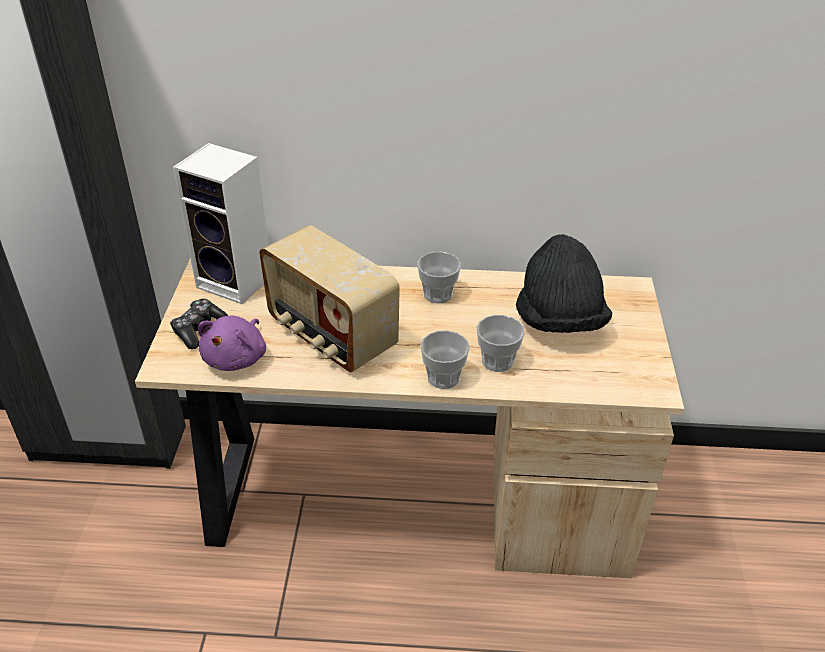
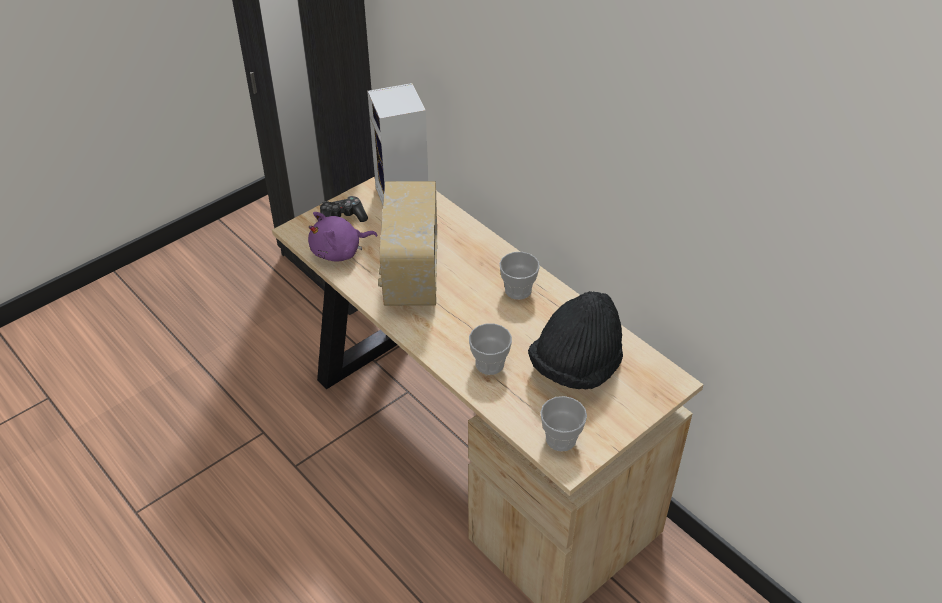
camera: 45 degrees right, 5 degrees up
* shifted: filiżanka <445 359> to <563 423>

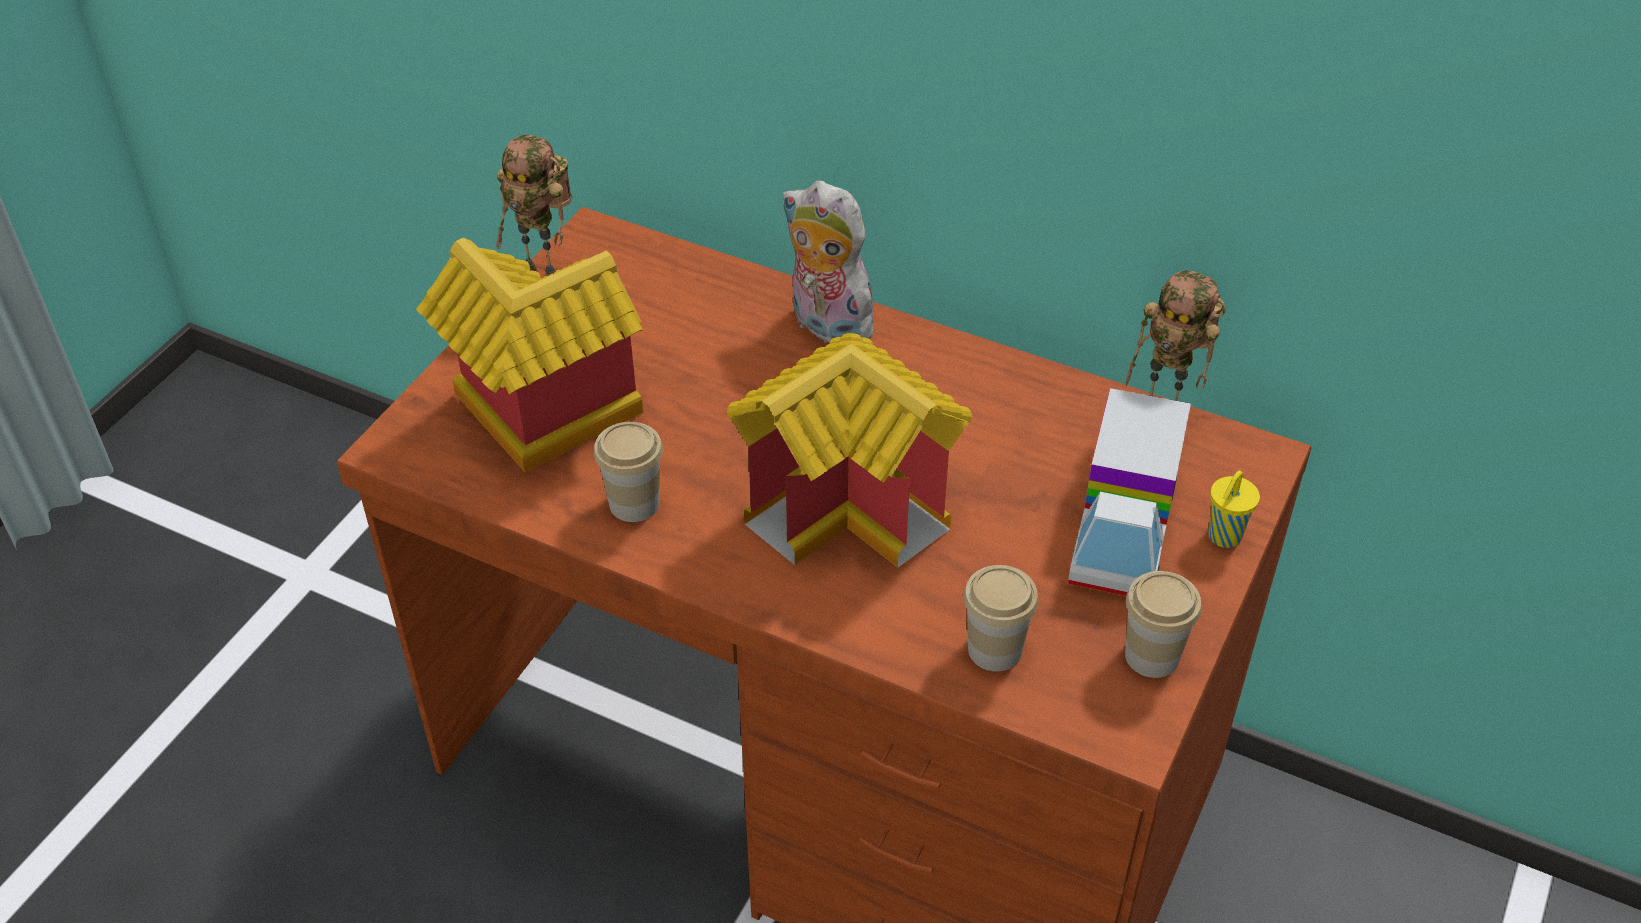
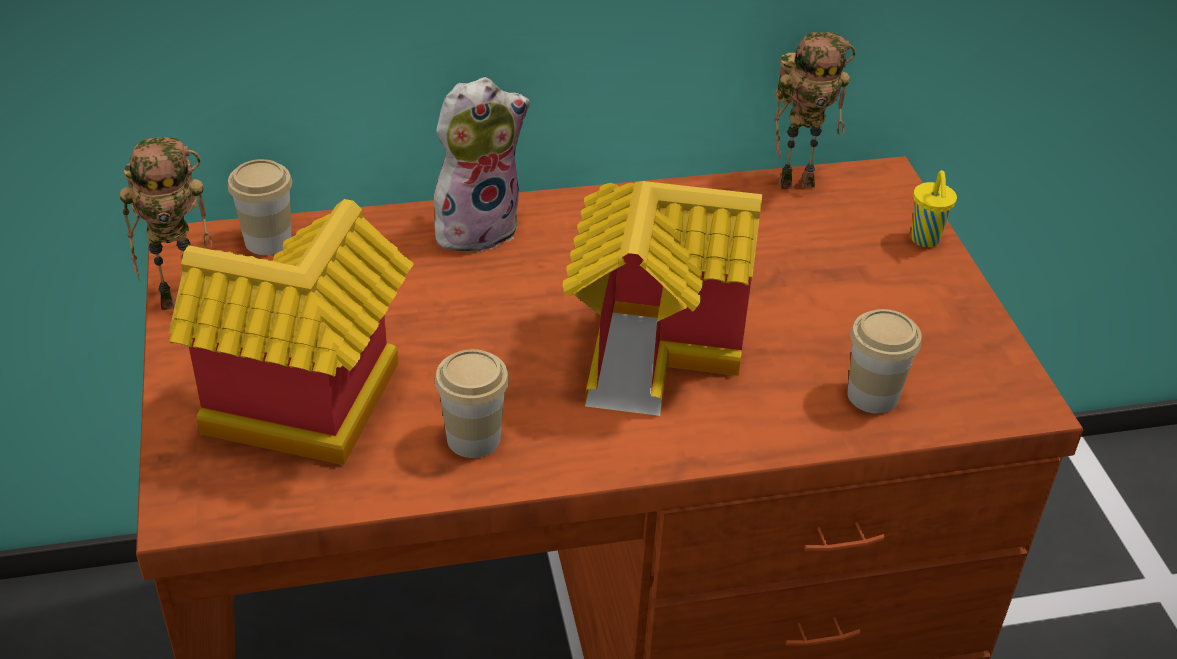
camera: 40 degrees left, 5 degrees down
* rotated: pluszak <833 264> = <482 166> 150 degrees clockwise
* gone: ciężarówka zabawkowa <1129 492>
* shifted: filiżanka <1163 624> to <260 207>

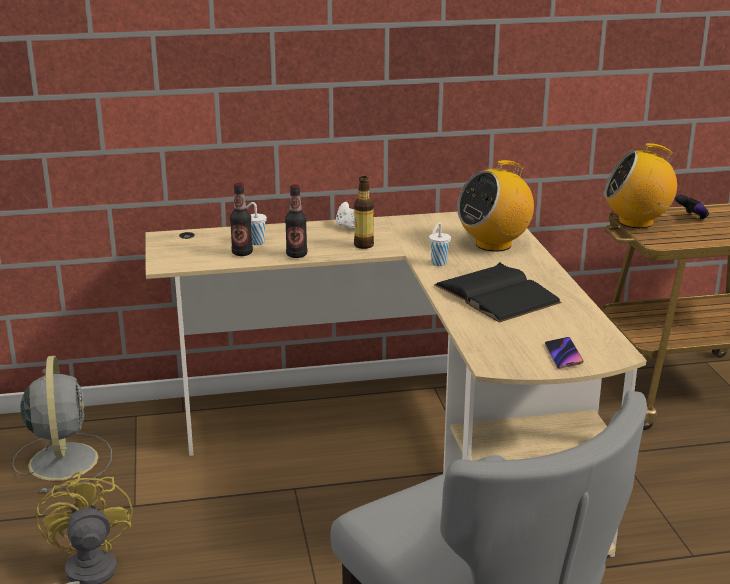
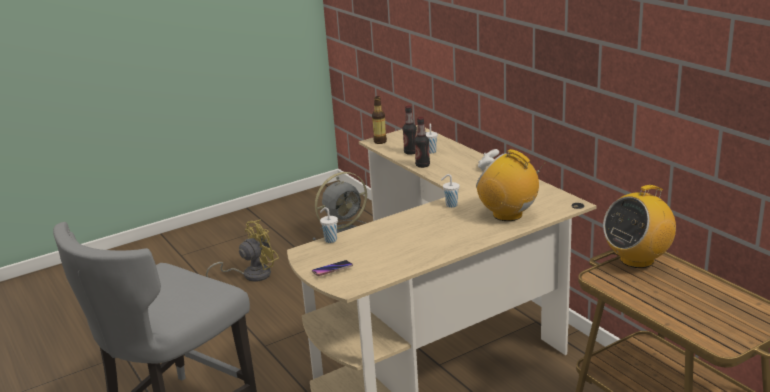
camera: 70 degrees right, 0 degrees up
* rotated: radio <641 185> = <639 226> 105 degrees counterclockwise
* shifted: butelka <364 212> to <379 120>
* gone: pad do gier <692 207>
* gone: książka (czarny) <498 292>
* new: filiżanka (biały) <329 225>

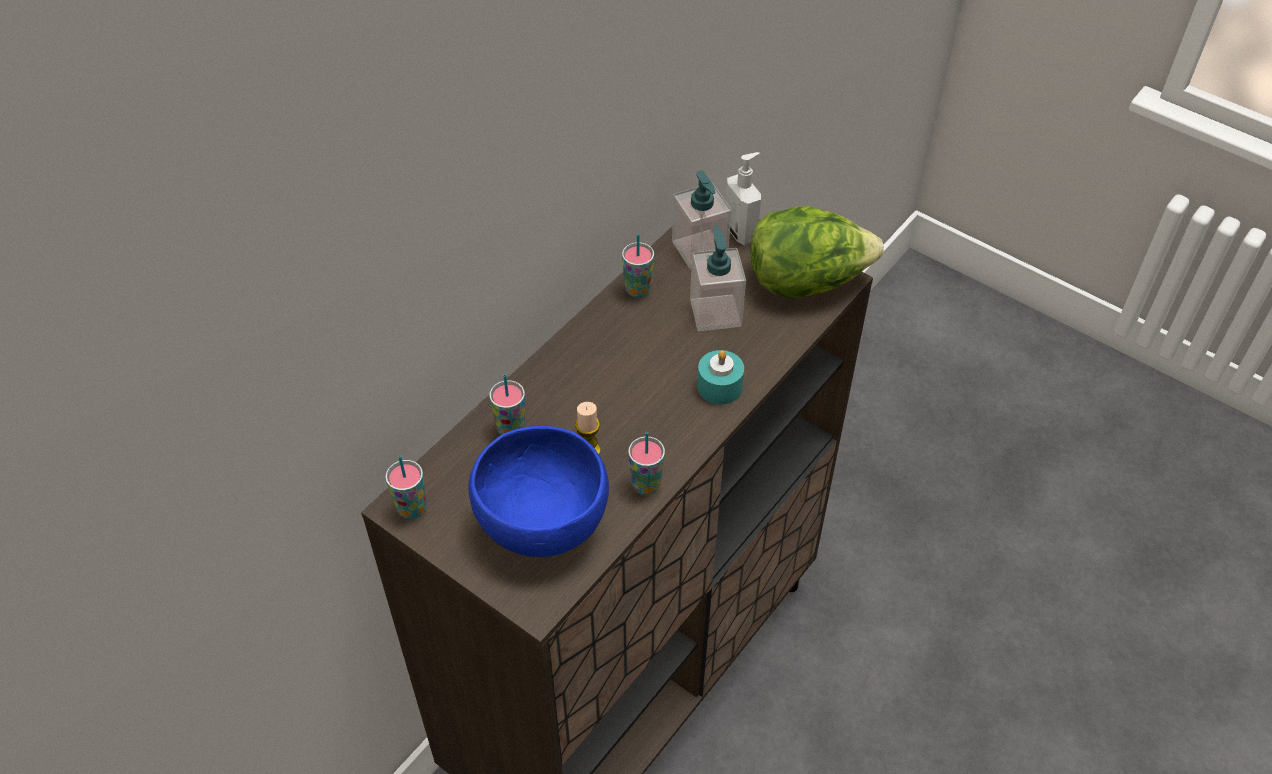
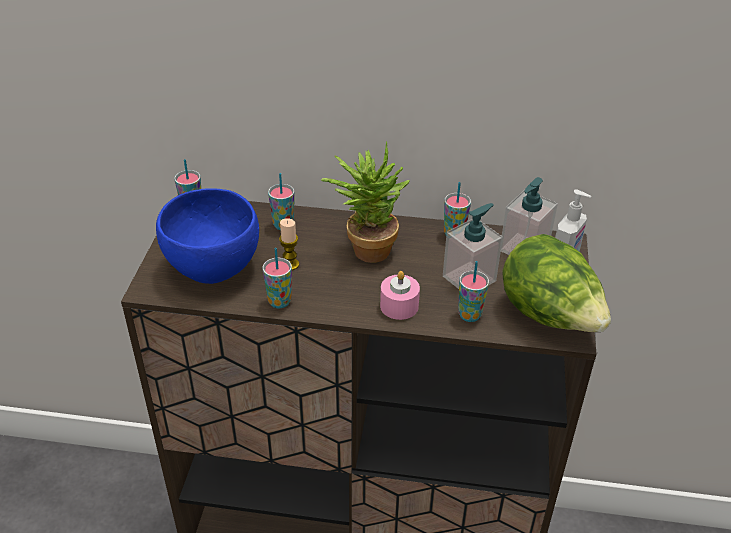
camera: 60 degrees right, 10 degrees down
* repainted: świeca (turkusowy) <720 377> to świeca (różowy) <400 295>
* new: roślina doniczkowa <365 202>
* new: filiżanka <473 291>

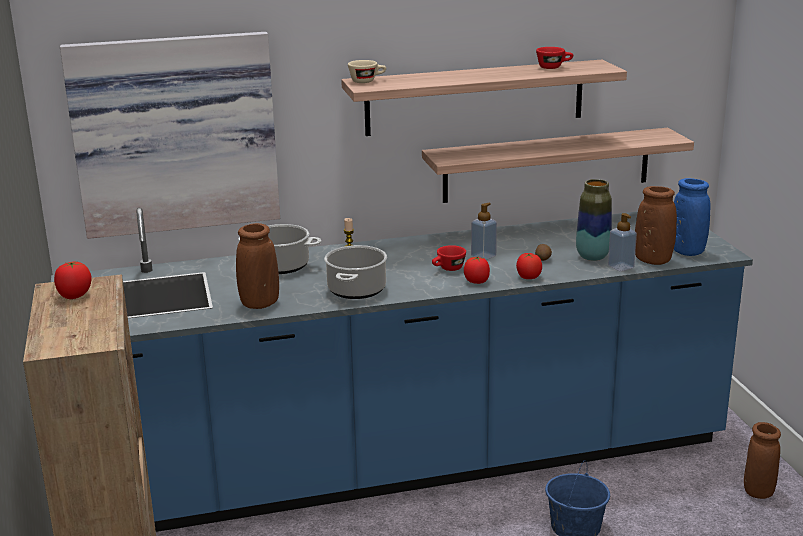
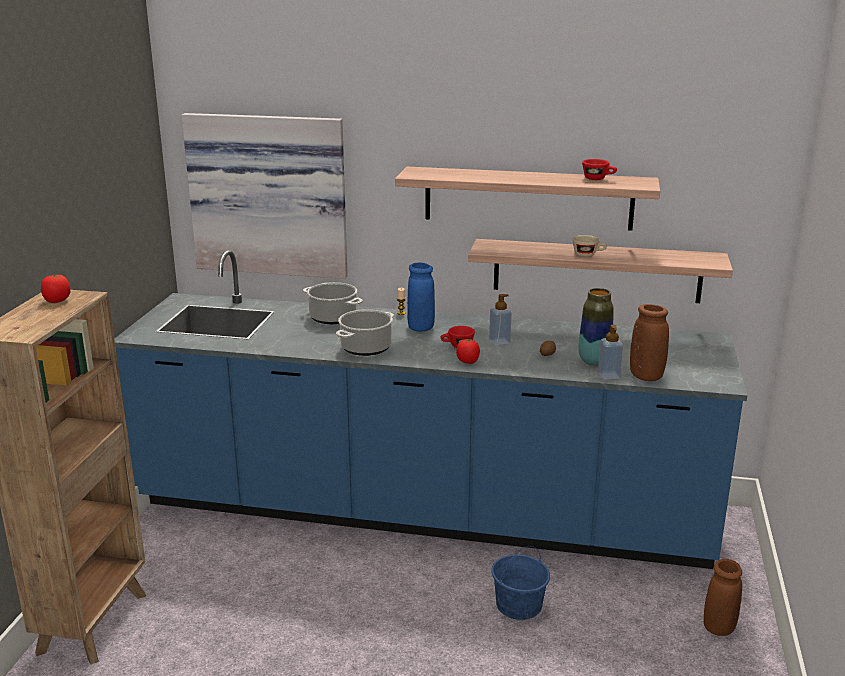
camera: 25 degrees right, 0 degrees up
* shifted: filiżanka (beżowy) <367 71> to <589 246>
* shifted: wazon (niebieski) <692 217> to <421 297>
* gone: wazon (brązowy) <257 266>
* gone: pomidor <529 266>

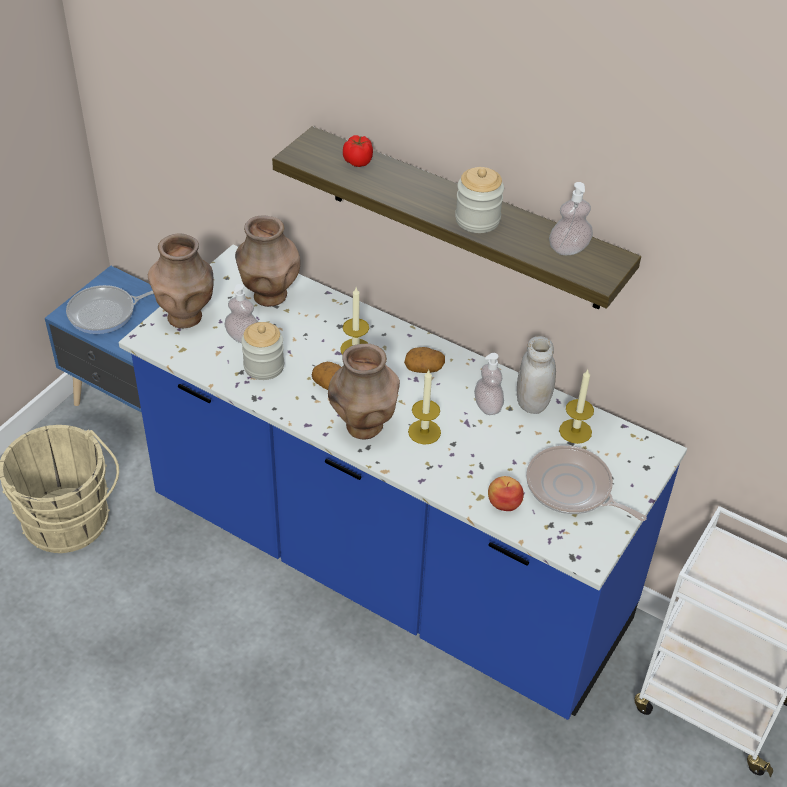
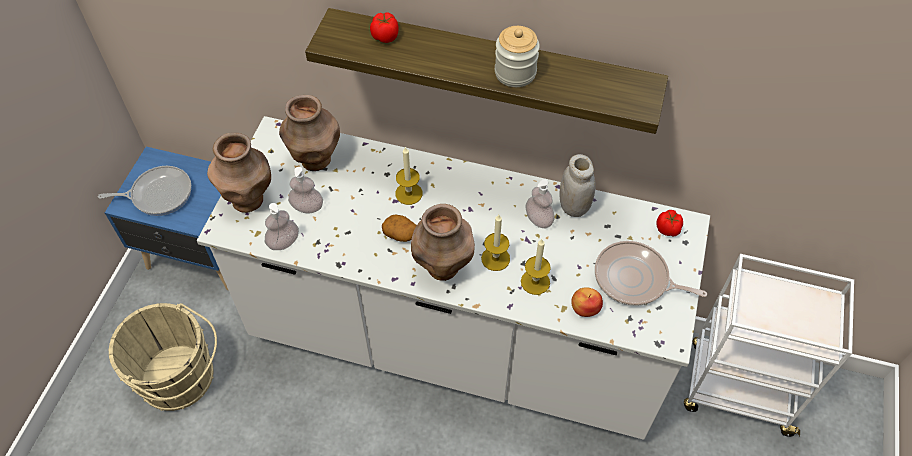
camera: 15 degrees left, 10 degrees up
* shifted: dozownik mydła <571 218> to <282 226>
* repainted: zabudowa kuchenna (niebieski) <403 482> to zabudowa kuchenna (biały) <453 278>
* rotated: patelnia <110 309> = <144 191> 150 degrees counterclockwise
* gone: słoik <262 351>
* gone: ziemniak <424 360>
* shifted: świeca <576 407> to <536 267>
* new: pomidor <669 223>

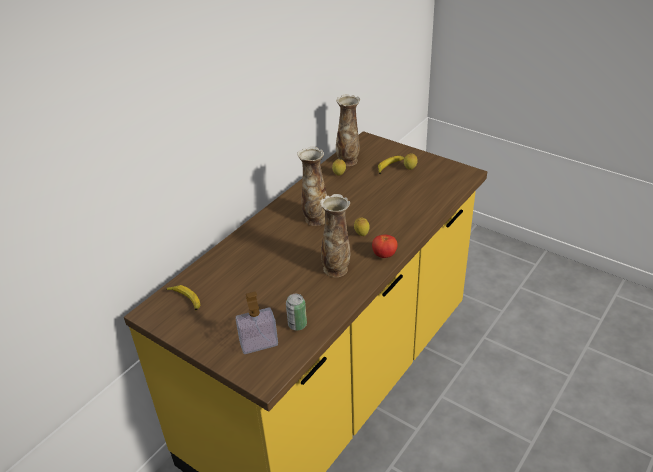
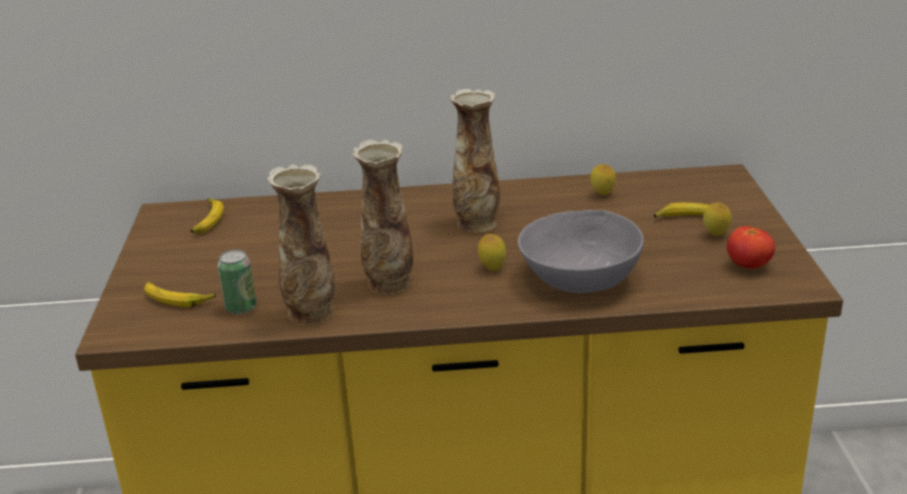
camera: 50 degrees right, 10 degrees down
* shifted: wazon <348 130> to <301 244>
* shifted: pomidor <385 246> to <751 247>
* swapped: dozownik mydła <257 322> to banan <180 294>
* new: miska (szary) <581 251>

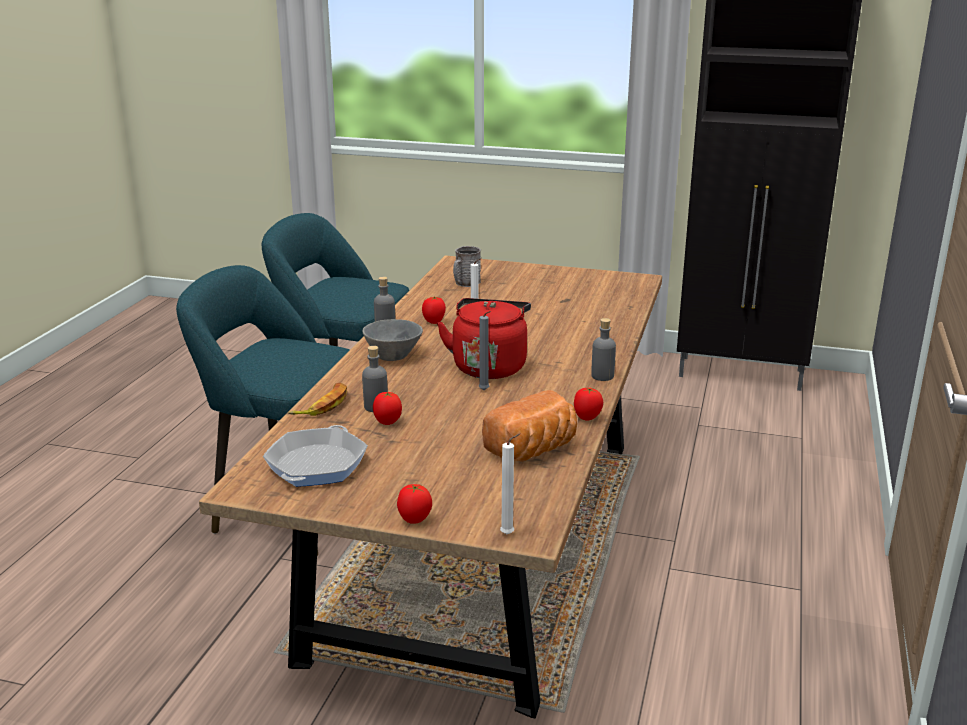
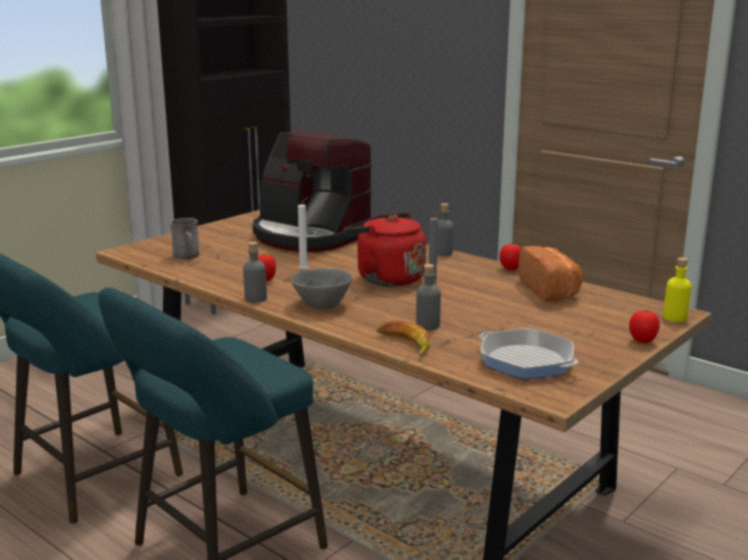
camera: 65 degrees left, 5 degrees down
* gone: pomidor <387 408>
* swapped: świeca (biały) <510 483> to butelka (żółty) <677 289>
* new: ekspres do kawy <312 191>

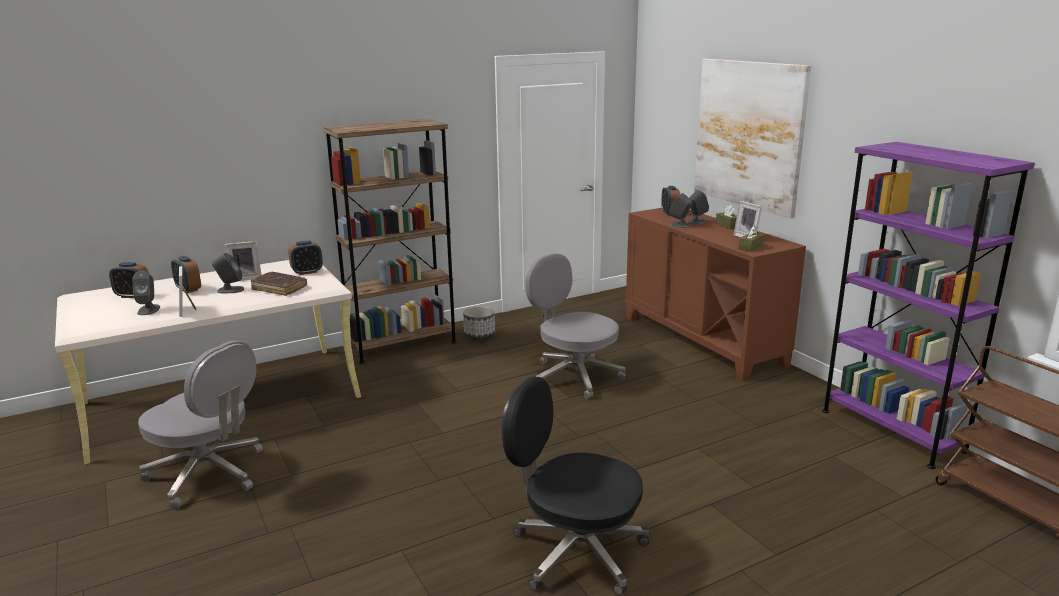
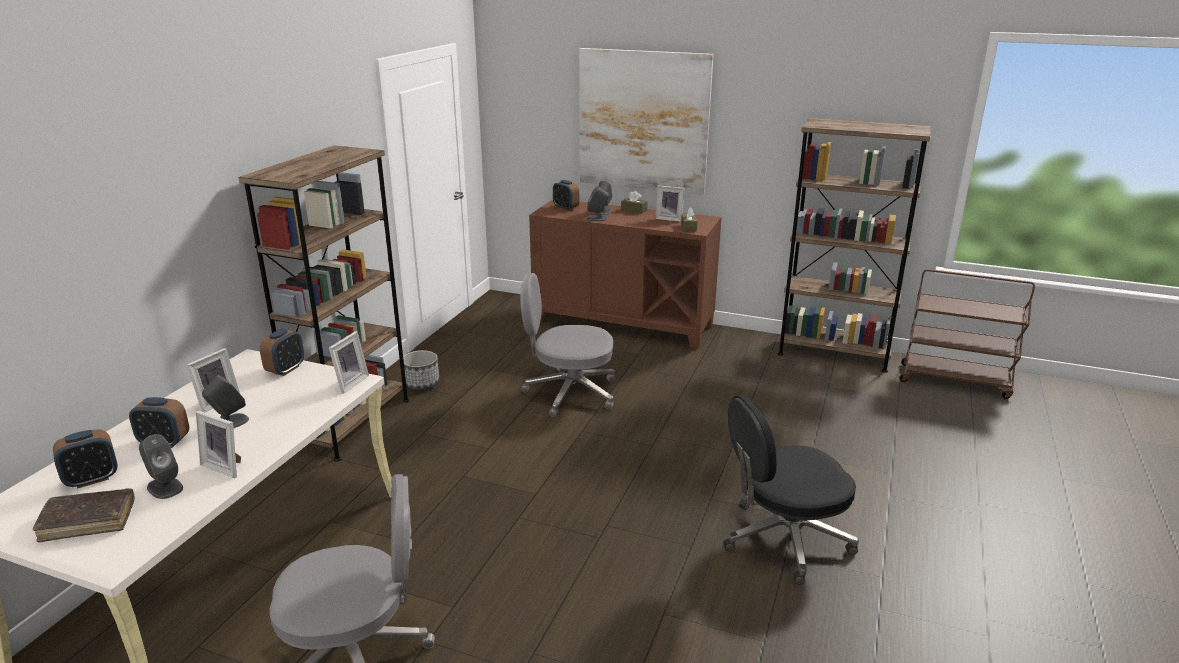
camera: 40 degrees left, 5 degrees up
* repainted: regał (fioletowy) <928 305> to regał (brązowy) <854 245>
* shifted: książka (brązowy) <279 284> to <84 515>
* new: ramka na zdjęcie <349 362>

